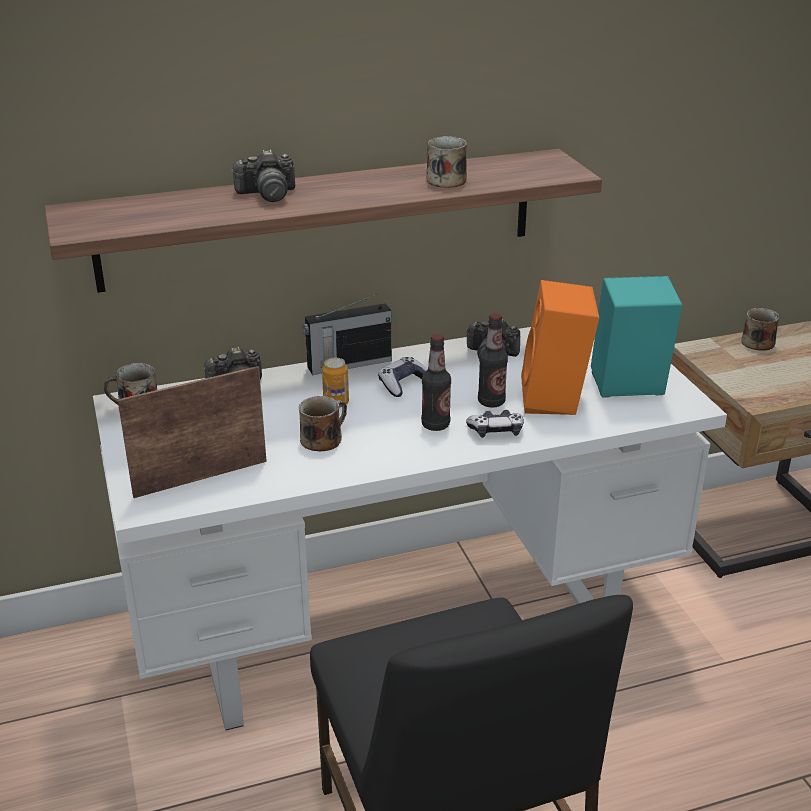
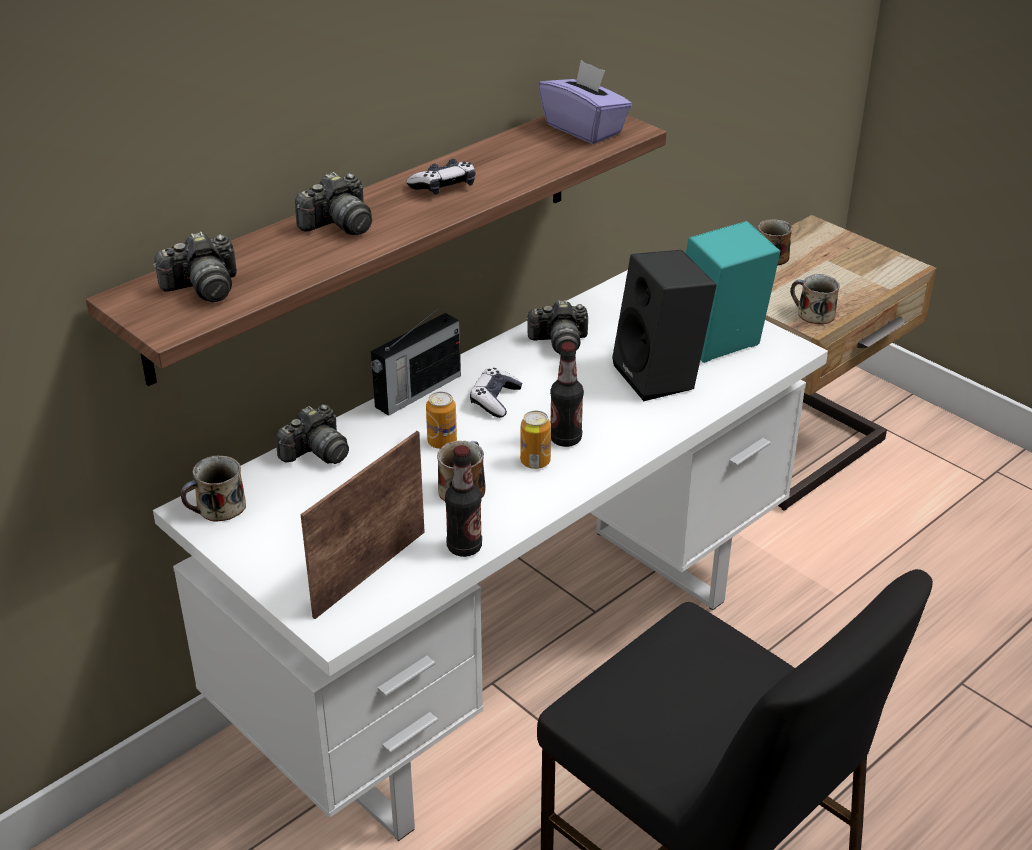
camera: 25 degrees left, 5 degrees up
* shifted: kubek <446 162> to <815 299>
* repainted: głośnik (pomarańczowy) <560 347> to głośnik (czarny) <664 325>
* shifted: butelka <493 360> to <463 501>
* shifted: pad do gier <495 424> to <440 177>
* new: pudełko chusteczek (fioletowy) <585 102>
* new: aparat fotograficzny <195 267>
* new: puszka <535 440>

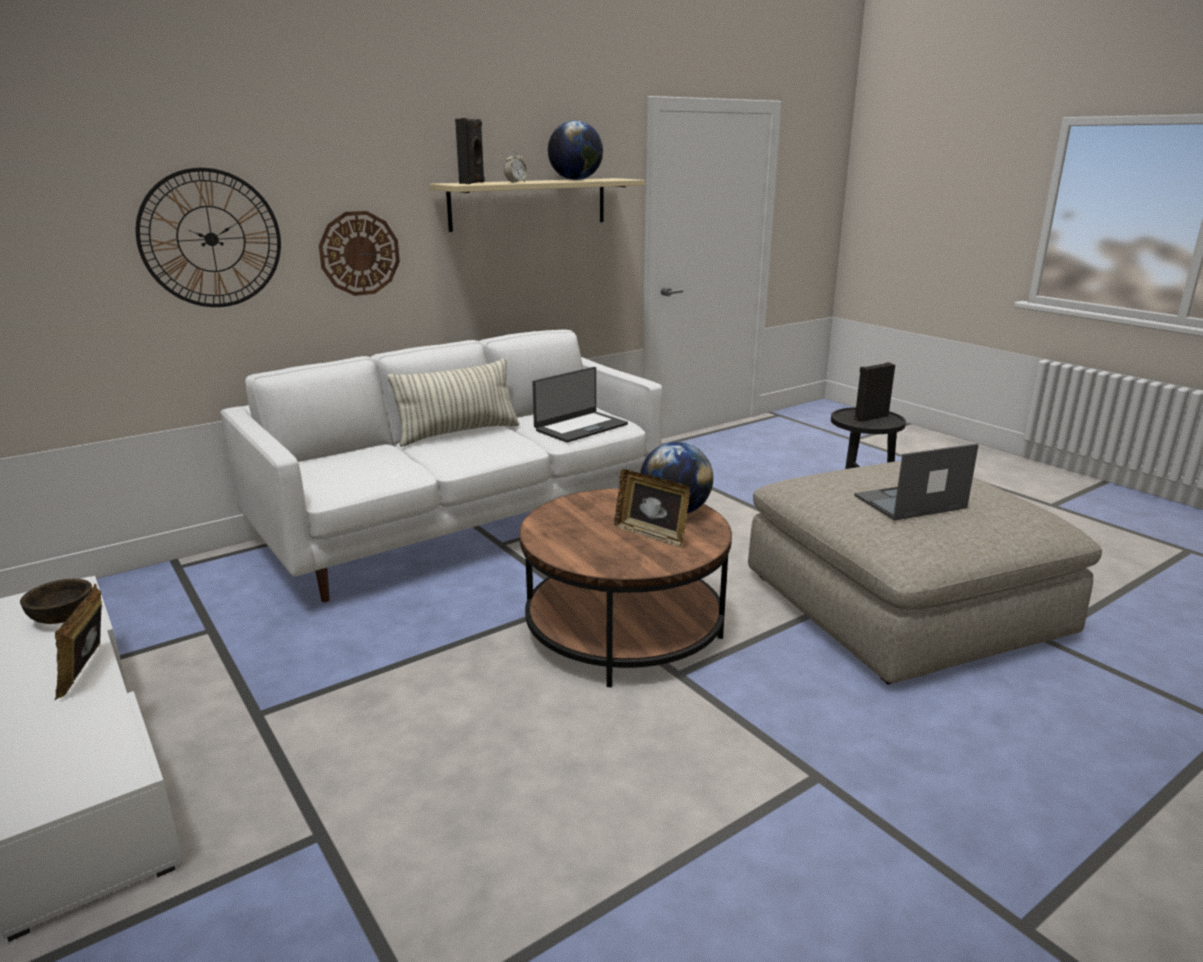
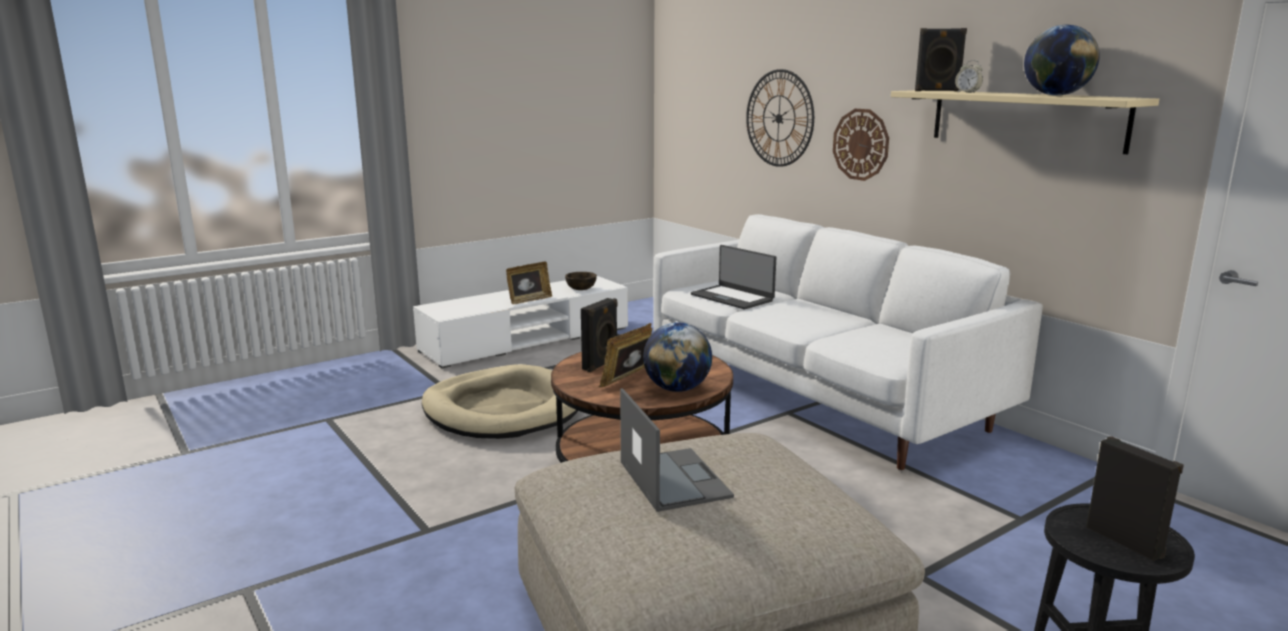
camera: 90 degrees right, 5 degrees down
* gone: poduszka <454 403>
* shifted: laptop <580 405> to <733 277>
* rotated: ramka na zdjęcie <78 642> = <529 283> 150 degrees clockwise
* new: głośnik (czarny) <599 335>
* new: legowisko (beżowy) <500 401>

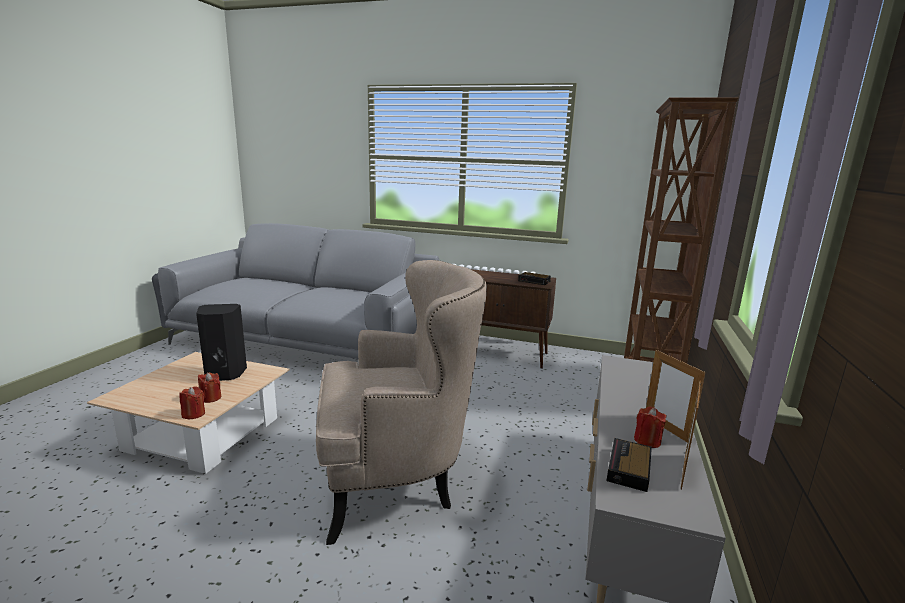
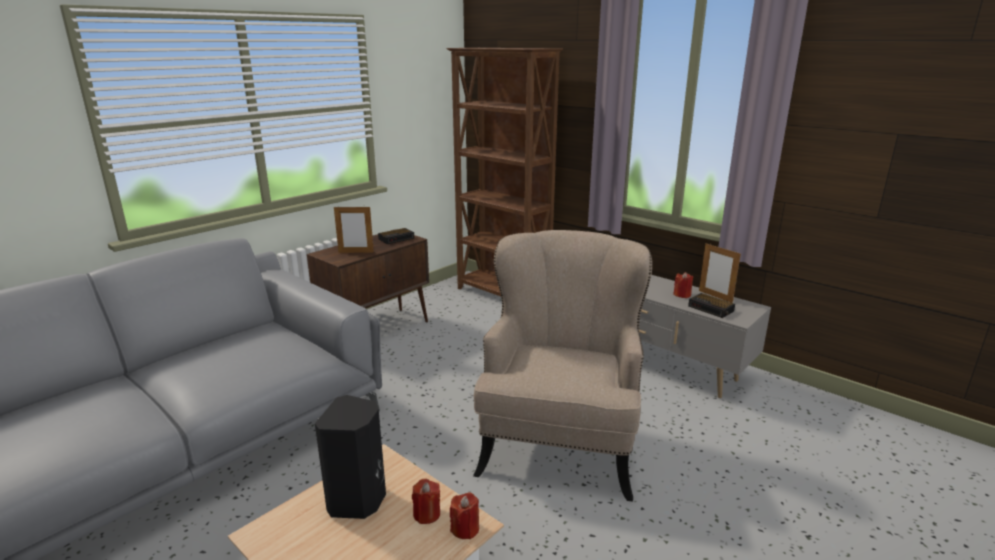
camera: 65 degrees left, 5 degrees up
* shifted: ramka na zdjęcie <675 396> to <354 229>

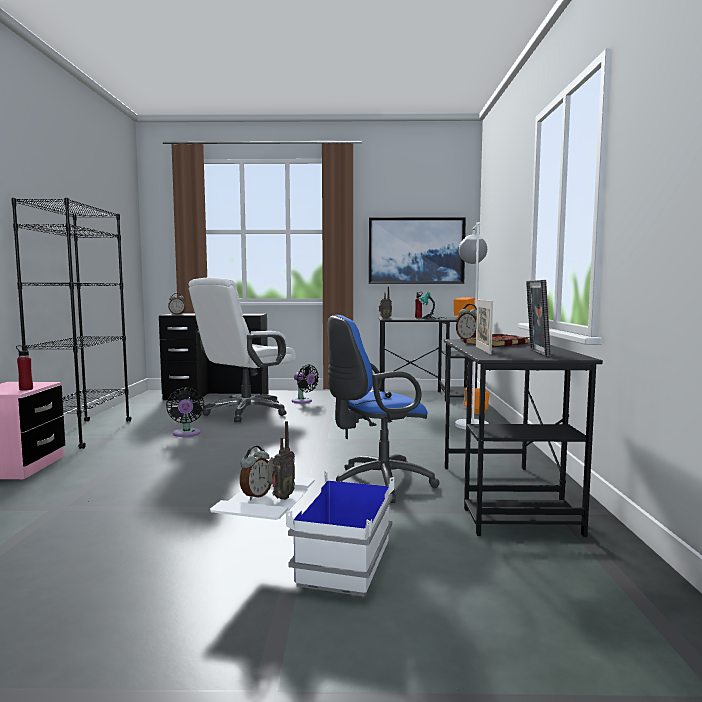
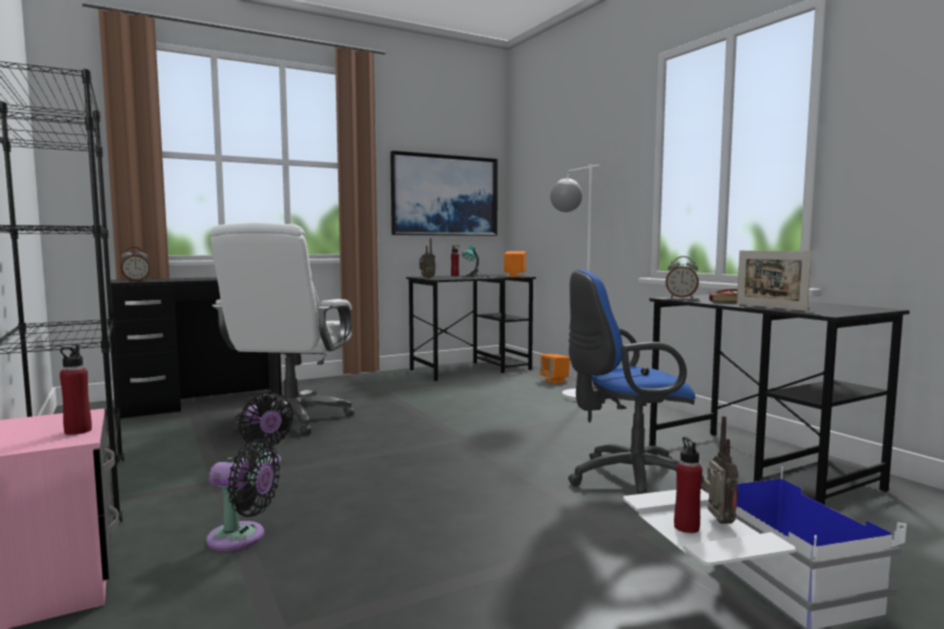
camera: 30 degrees left, 0 degrees up
* gone: ramka na zdjęcie <538 318>
* rotated: krzesło biurowe (niebieski) <383 409> = <637 382> 45 degrees clockwise
* shifted: wentylator (czarny) <305 383> to <243 495>
* swapped: budzik <255 473> to butelka (czerwony) <688 485>

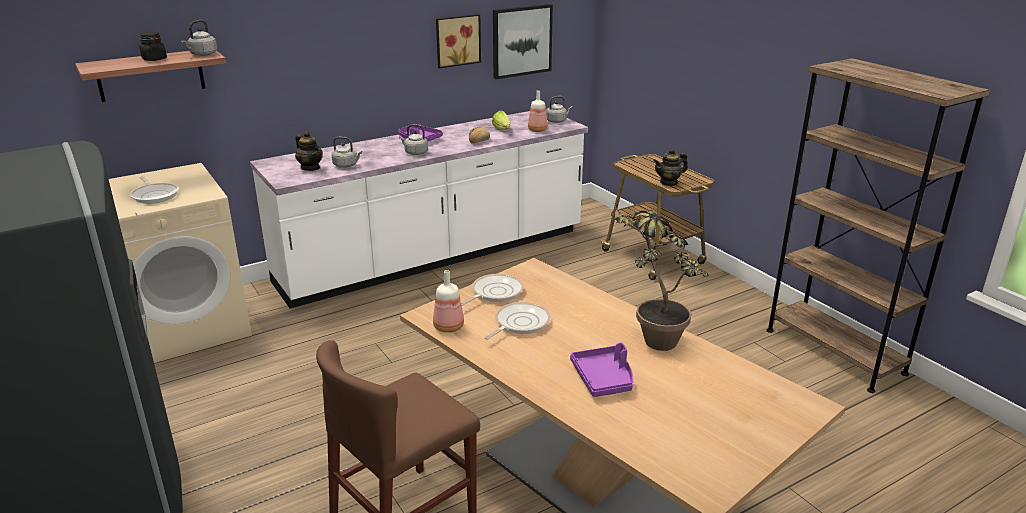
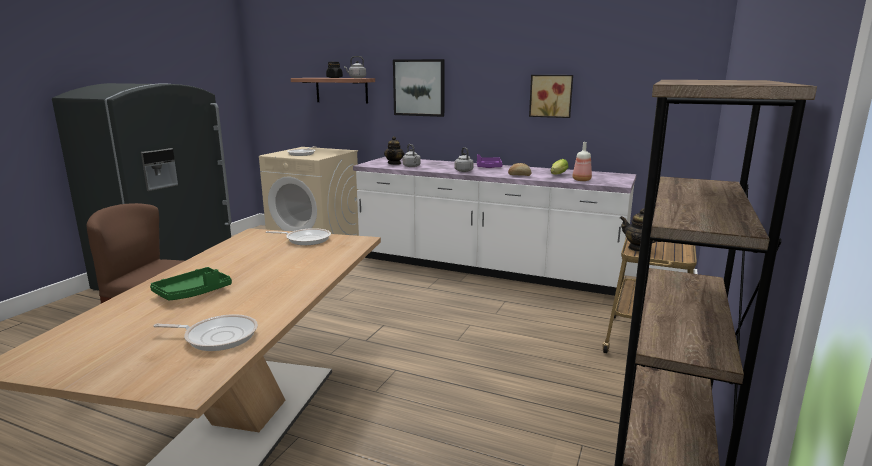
camera: 55 degrees right, 10 degrees down
* shifted: obraz <523 41> to <419 88>
* gone: czajnik (szary) <559 109>
* gone: roślina doniczkowa <661 277>
* gone: butelka <448 301>
* shifted: patelnia <517 320> to <205 332>
* repainted: taca (fioletowy) <601 369> to taca (zielony) <191 283>

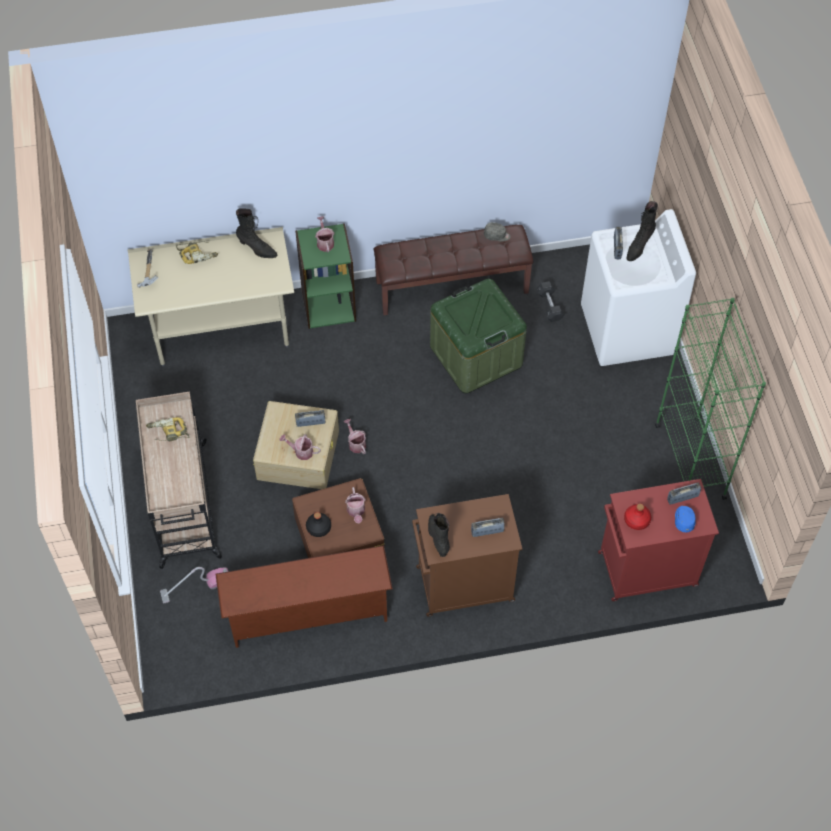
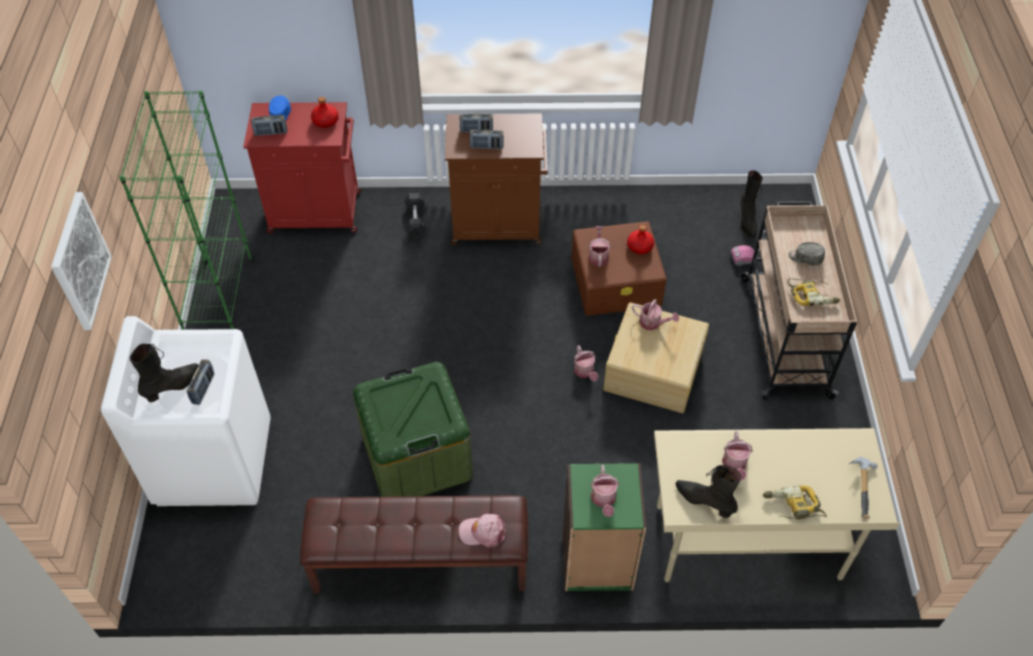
camera: 170 degrees left, 5 degrees down
* shifted: czapka z daszkiem (szary) <497 232> to <807 253>
* shifted: hantel (szary) <550 301> to <415 215>
* shifted: radio <310 418> to <487 139>
* repainted: butelka (czarny) <318 524> to butelka (czerwony) <640 239>
* shifted: but z cholewką (czarny) <439 535> to <752 204>
* gone: regał na buty (brązowy) <304 596>
* new: obraz <81 261>
* new: konewka <737 455>
* new: czapka z daszkiem (różowy) <482 530>

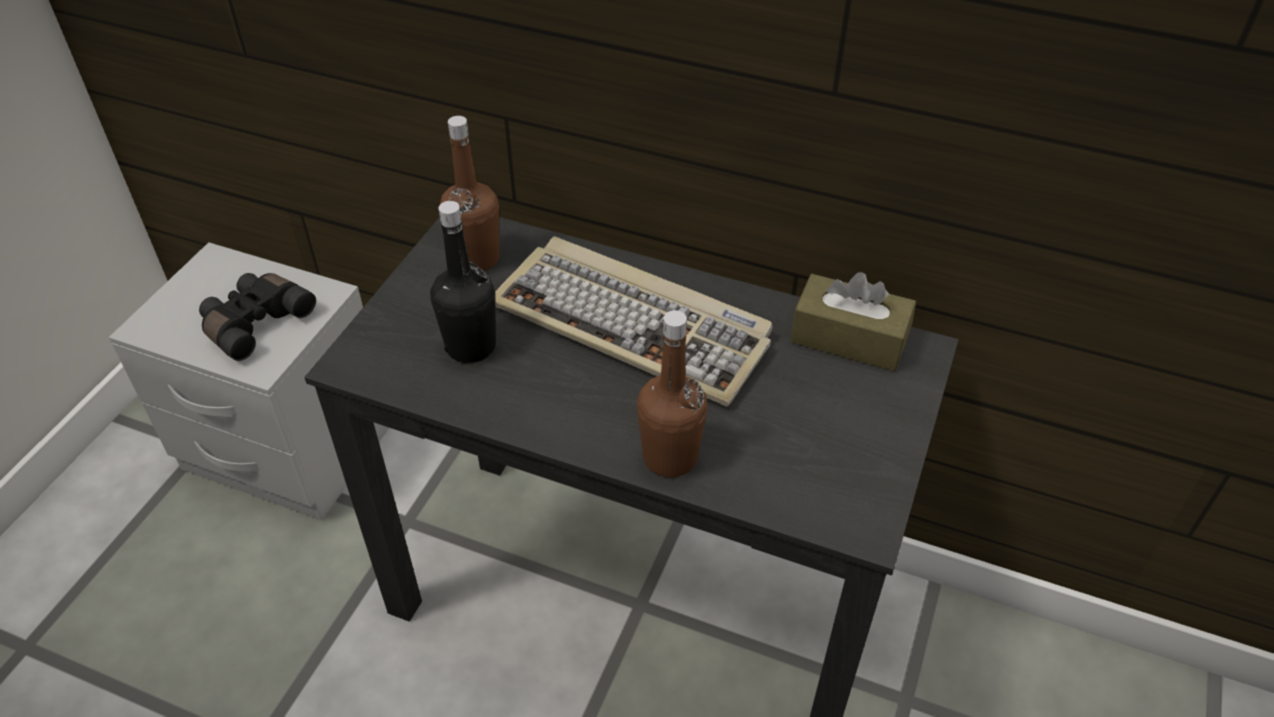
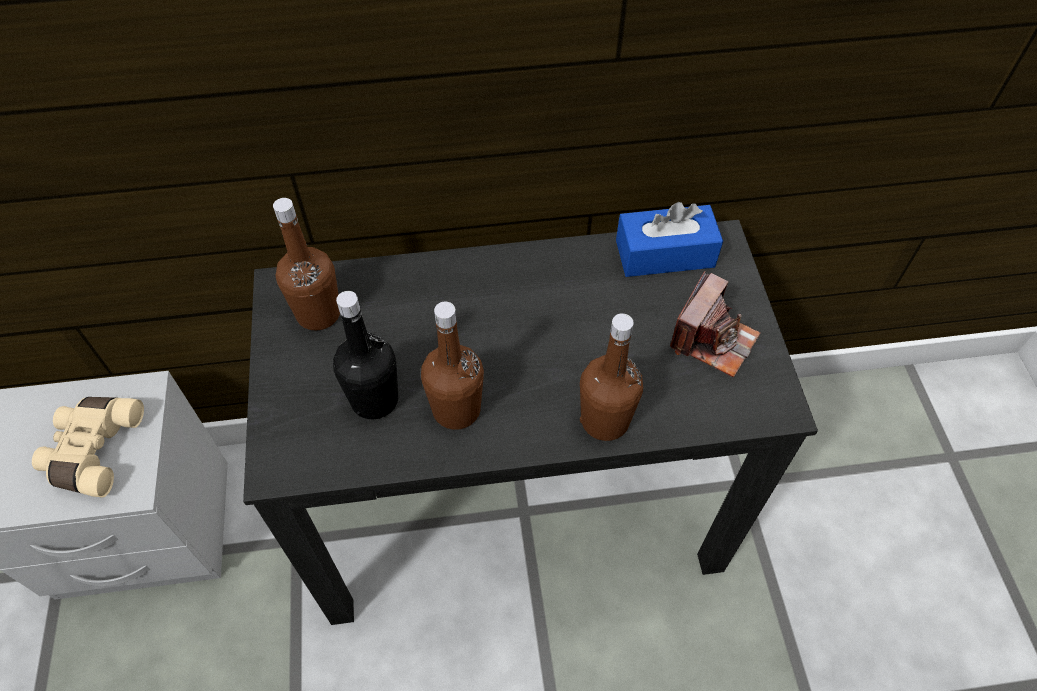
camera: 30 degrees left, 10 degrees up
* gone: klawiatura <634 322>
* repainted: pudełko chusteczek (brązowy) <853 321> to pudełko chusteczek (niebieski) <669 239>
* repainted: lornetka (czarny) <257 317> to lornetka (beżowy) <88 447>
* new: aparat fotograficzny <715 324>
* new: butelka (brązowy) <452 366>

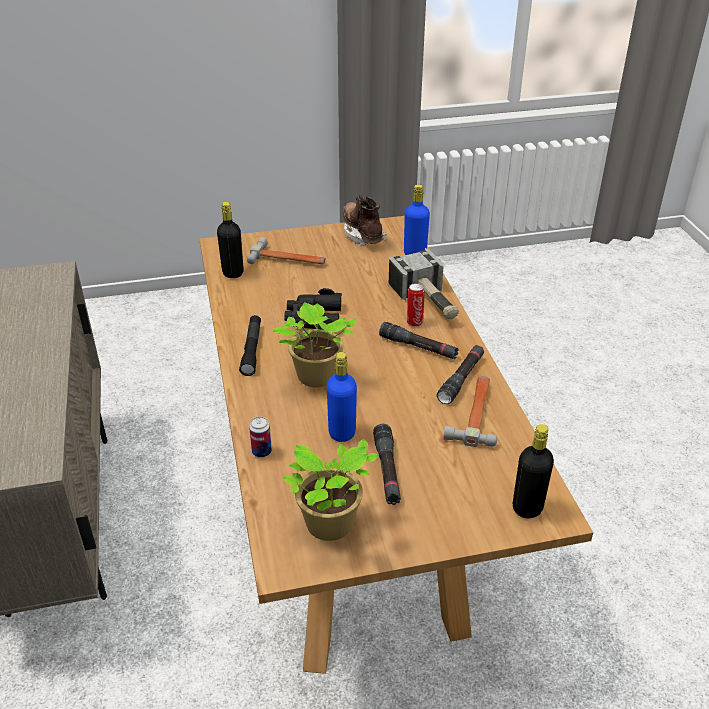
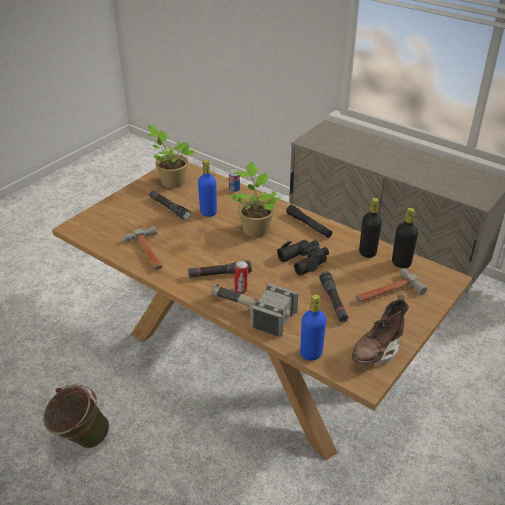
camera: 140 degrees right, 0 degrees up
* rotated: but z cholewką (brązowy) <364 220> = <380 330> 105 degrees clockwise
* shifted: latarka (czarny) <460 374> to <333 297>
* shifted: butelka (czarny) <533 471> to <370 228>
* new: wiadro (zielony) <76 416>

